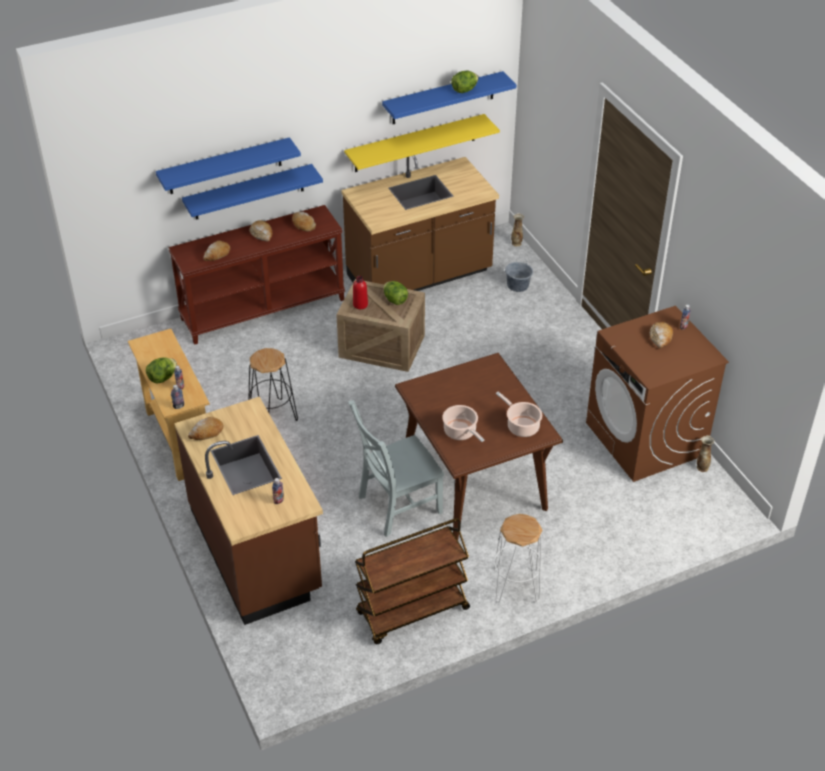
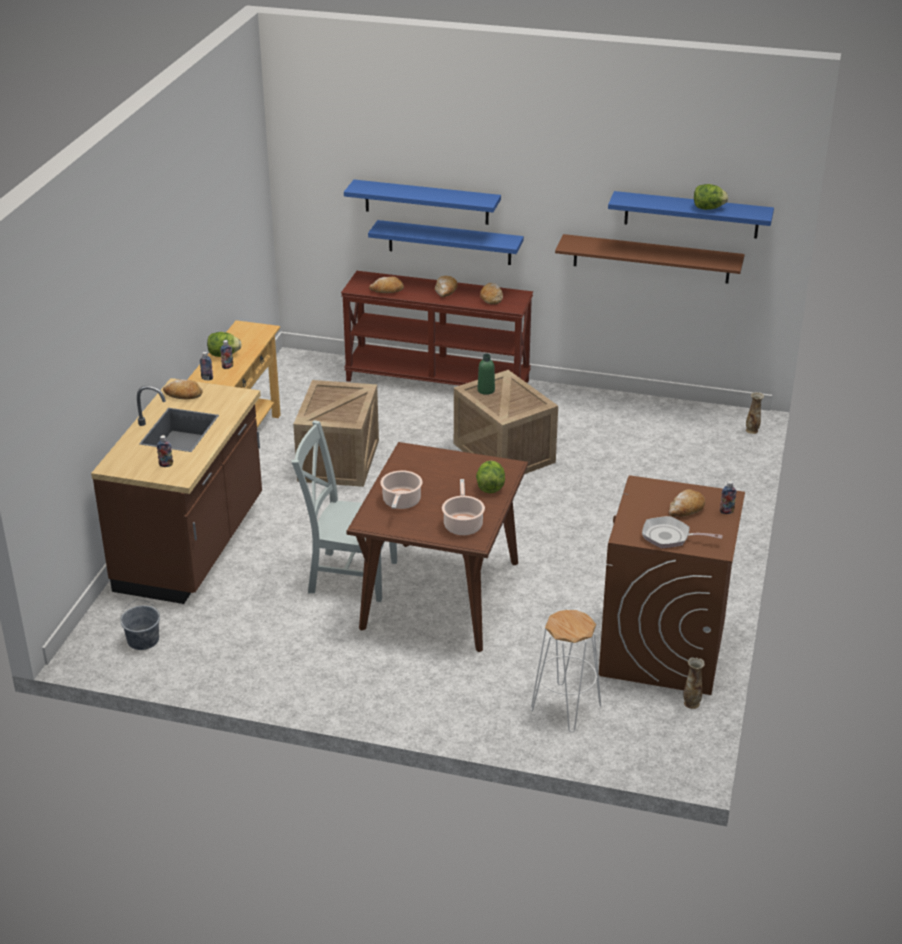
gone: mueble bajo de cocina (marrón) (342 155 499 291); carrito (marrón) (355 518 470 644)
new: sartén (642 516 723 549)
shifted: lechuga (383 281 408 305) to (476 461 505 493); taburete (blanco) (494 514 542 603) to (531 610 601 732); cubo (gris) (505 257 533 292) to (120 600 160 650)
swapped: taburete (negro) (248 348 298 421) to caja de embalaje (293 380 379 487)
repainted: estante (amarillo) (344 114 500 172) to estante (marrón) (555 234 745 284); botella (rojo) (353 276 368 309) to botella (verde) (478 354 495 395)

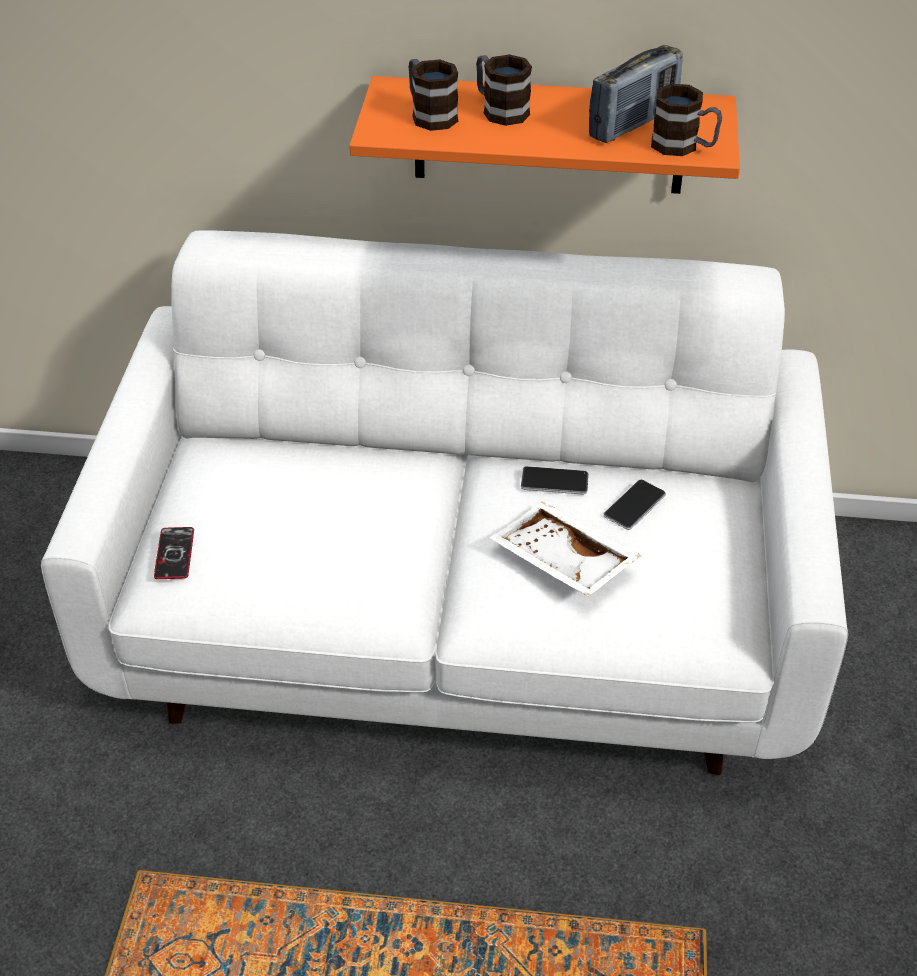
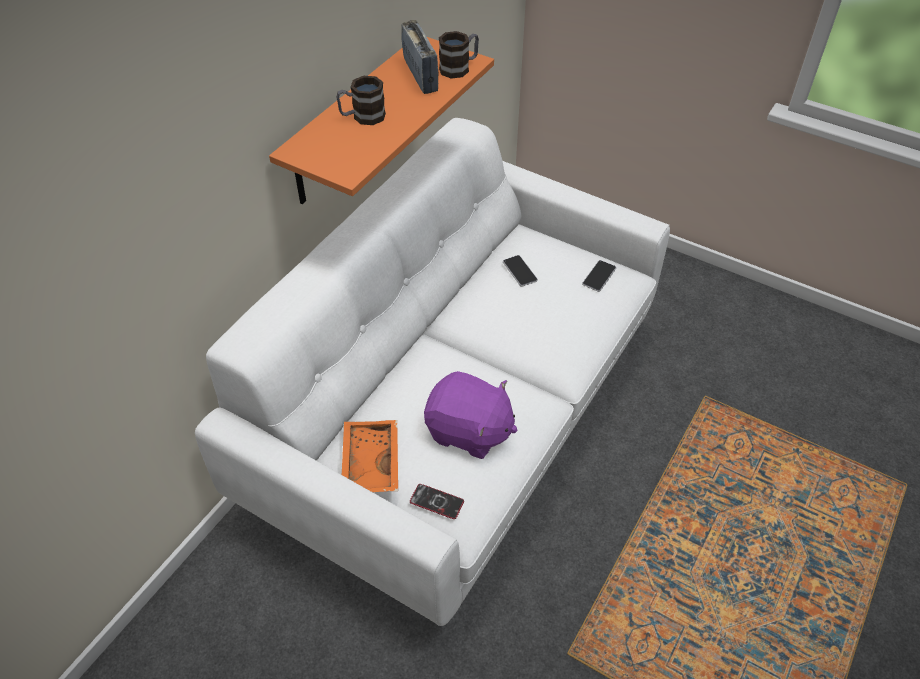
gone: taza grande (408 59 458 131); bandeja (blanco) (489 502 641 597)
new: bandeja (naranja) (342 420 398 492); peluche (morado) (424 371 518 459)
shifted: móvil (521 466 589 495) to (582 260 616 292)

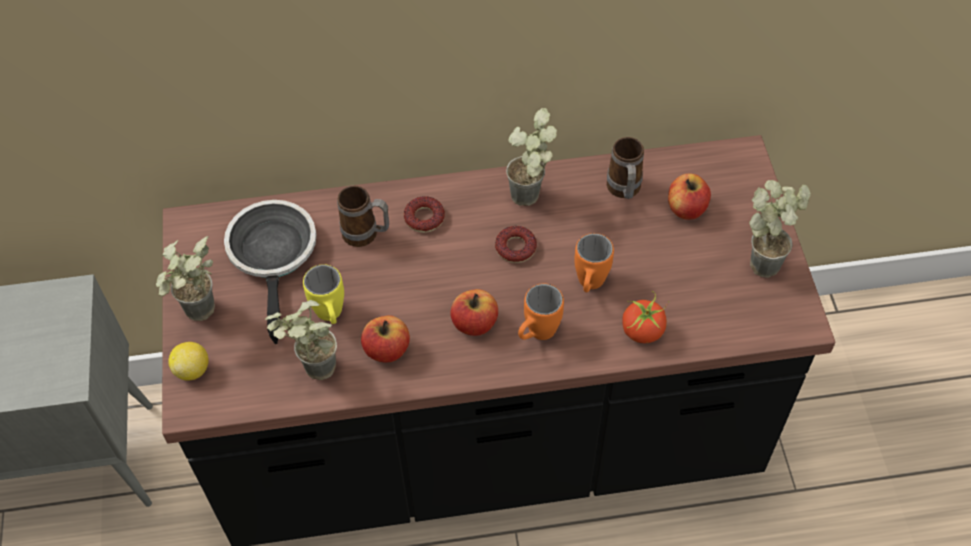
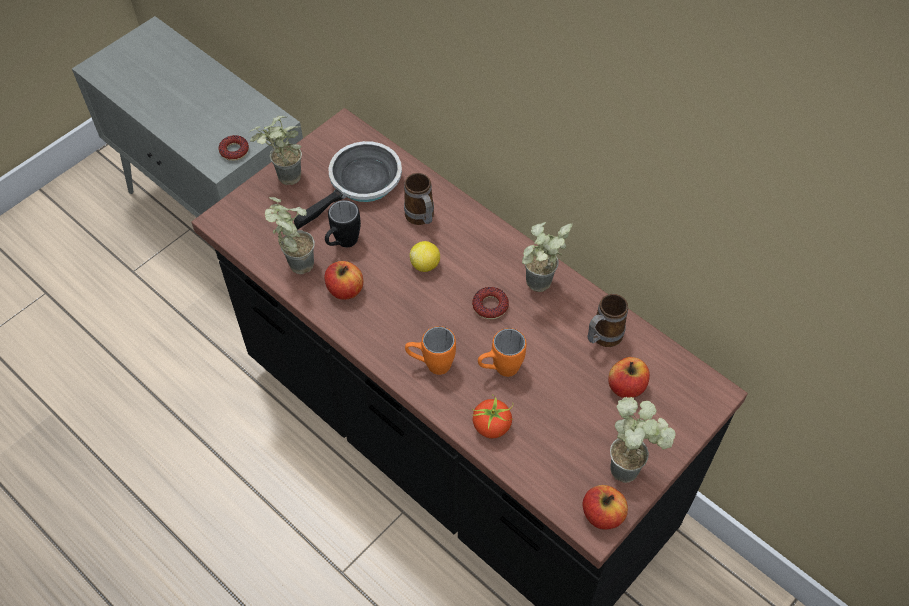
shifted: limón (168 342 209 381) to (409 241 440 272); rosquilla (404 196 445 233) to (219 135 249 161); manzana (450 289 498 336) to (582 485 628 530)
repainted: taza grande (amarillo) (303 264 344 324) to taza grande (negro) (325 200 361 248)

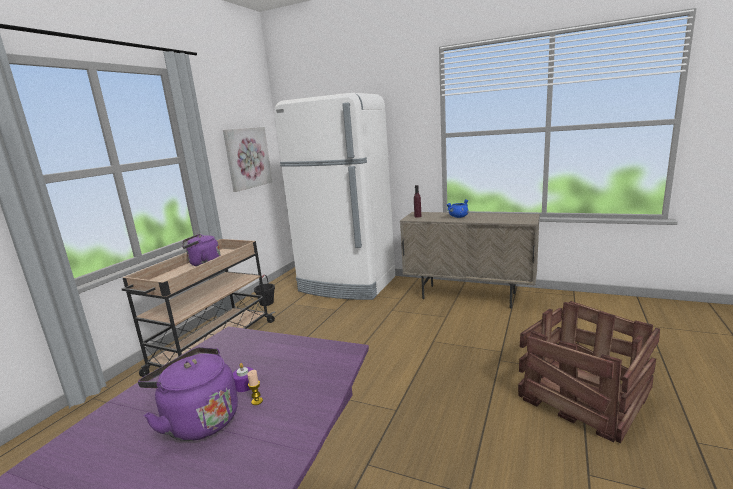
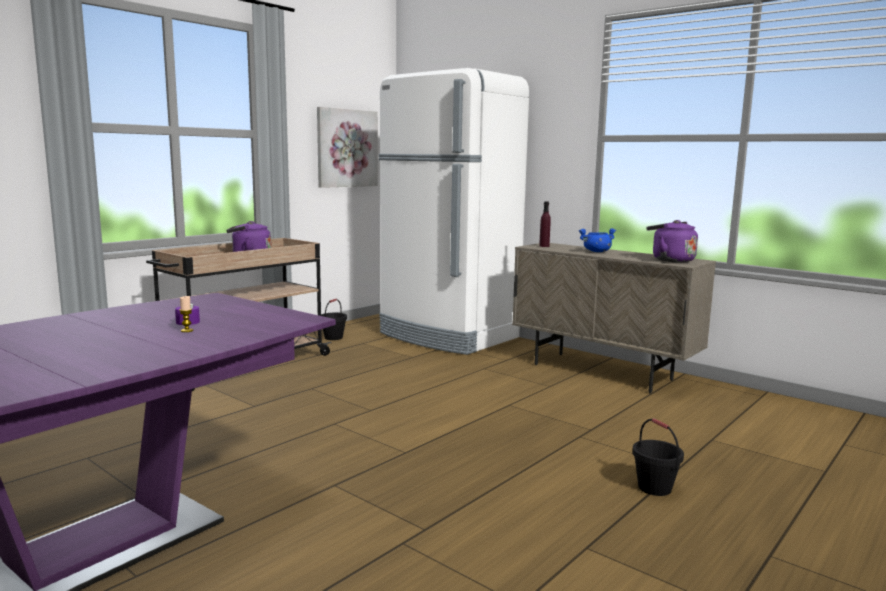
shifted: hervidor (morado) (138 347 238 441) to (646 220 698 262)
swapped: caja de embalaje (518 301 660 443) to cubo (negro) (632 418 684 496)

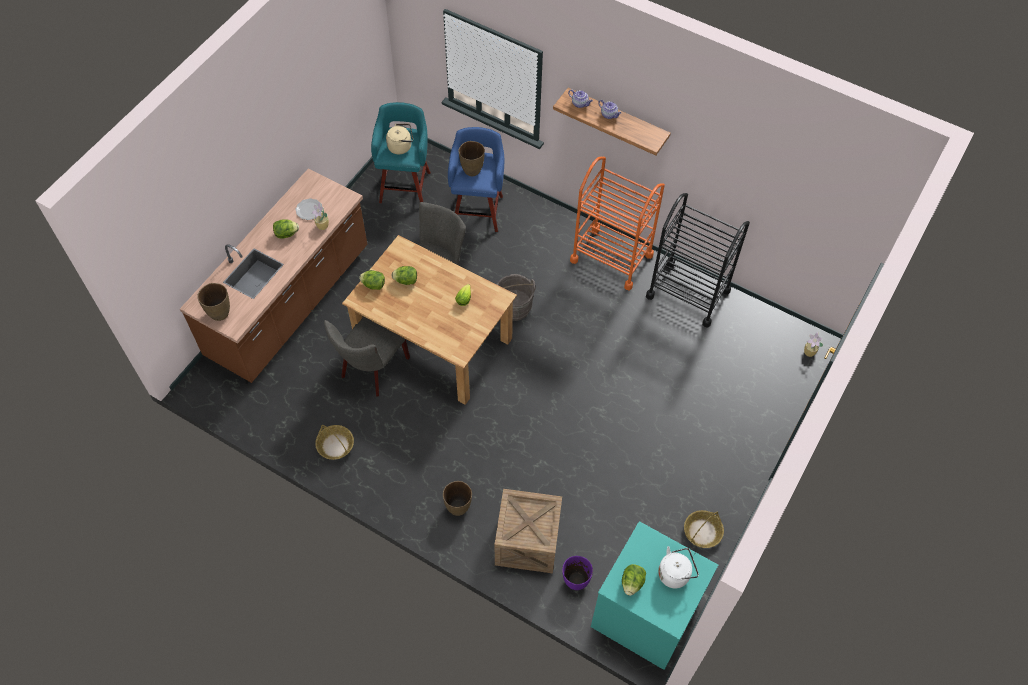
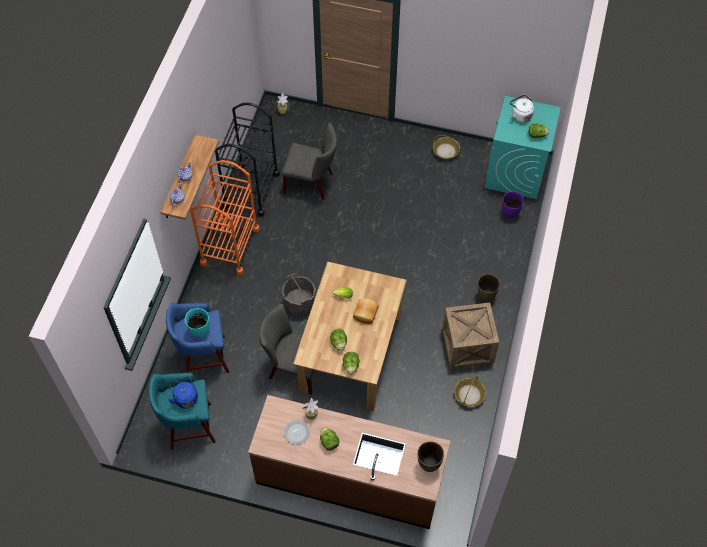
new: pan (353 298 379 324)
shifted: silla (gris) (324 316 410 397) to (282 122 337 200); caja de embalaje (495 489 562 573) to (442 302 499 368)
repainted: hervidor (beis) (386 124 413 155) to hervidor (azul) (168 376 198 409); florero (marrón) (459 141 485 176) to florero (turquesa) (185 308 210 338)

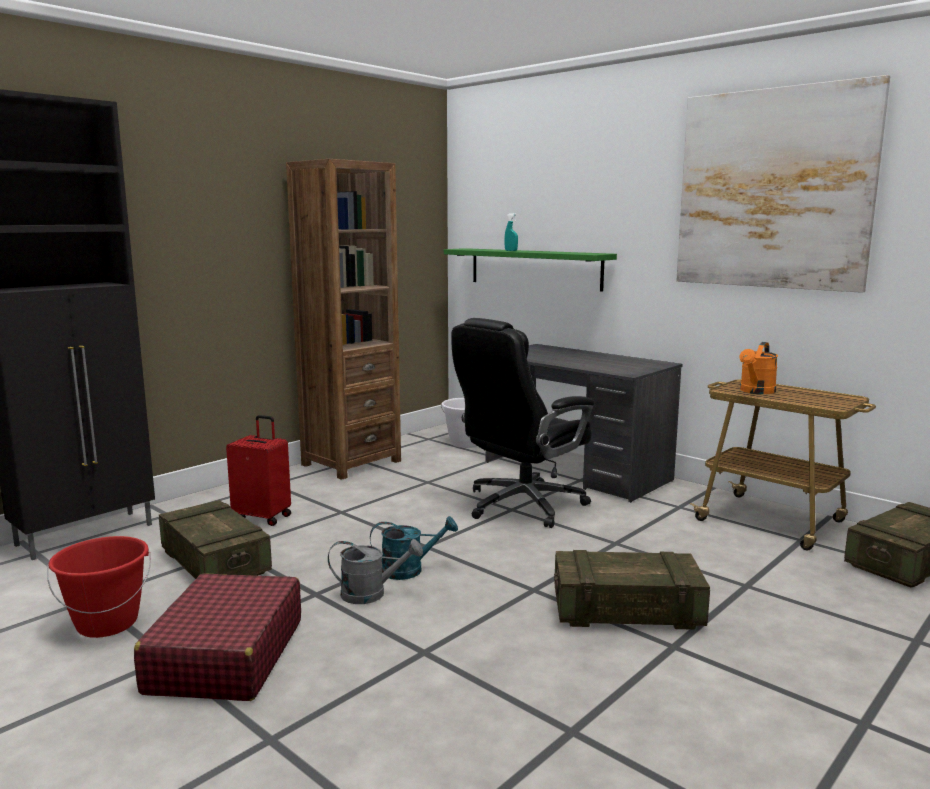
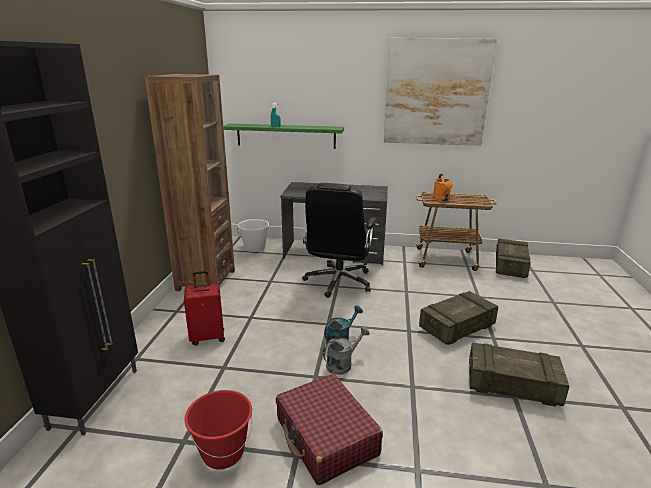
shifted: caja de embalaje (159 500 272 579) to (469 342 569 407)

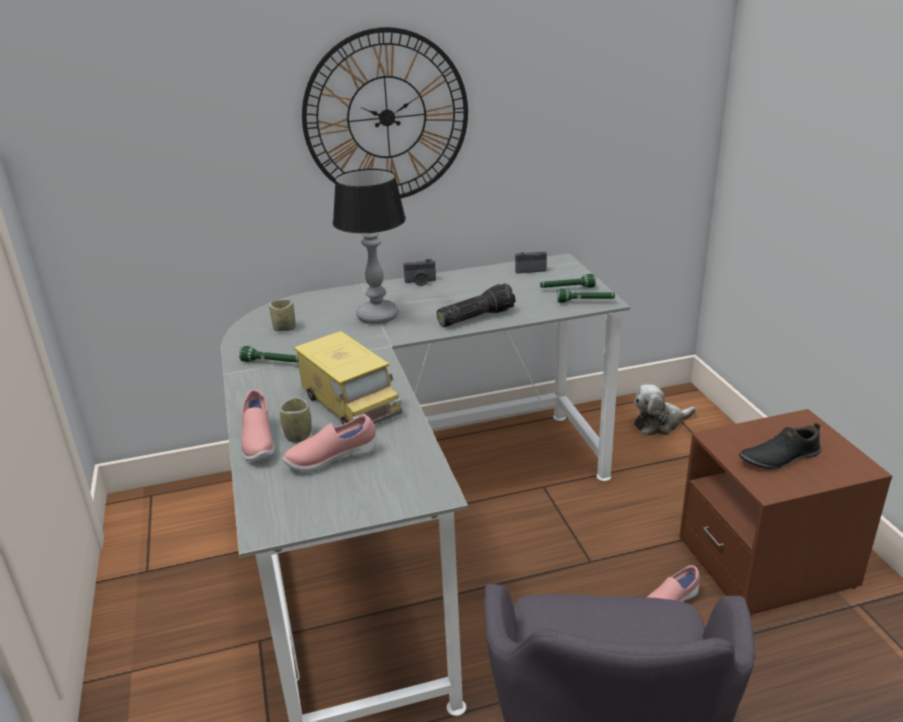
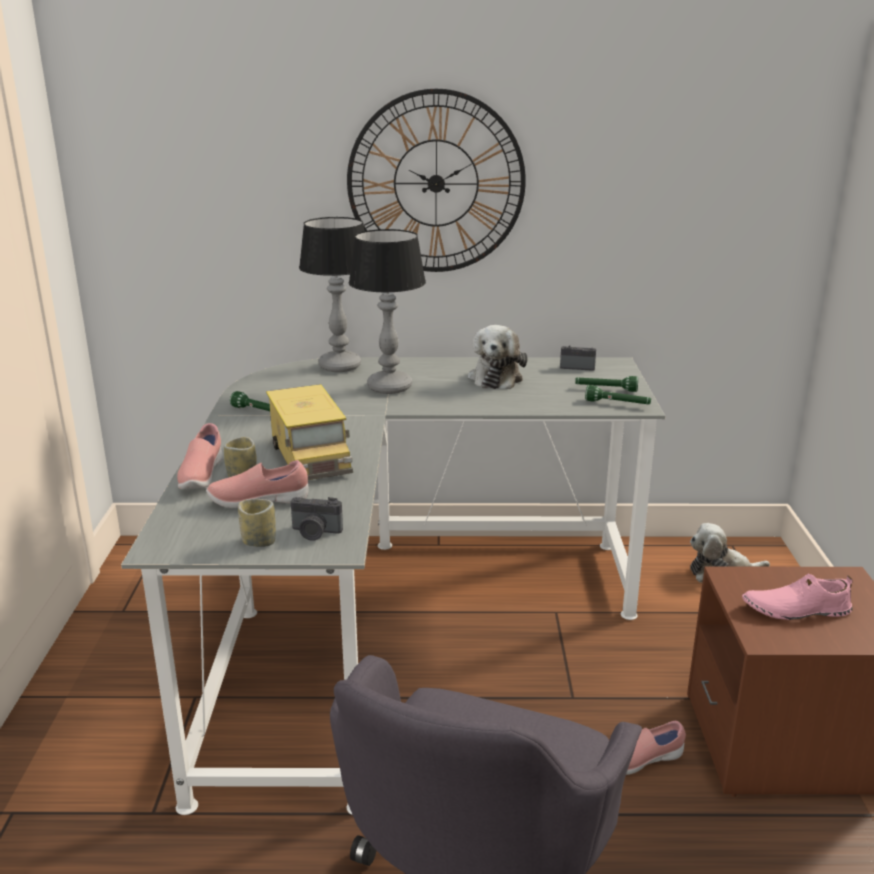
gone: linterna (437 283 515 327)
new: lámpara de mesa (299 217 365 372); peluche (468 325 528 389)
shifted: taza (269 300 296 331) to (238 499 276 547); cámara (403 259 436 286) to (291 497 343 541)
repainted: zapato (negro) (739 422 821 469) to zapato (rosa) (742 574 853 620)

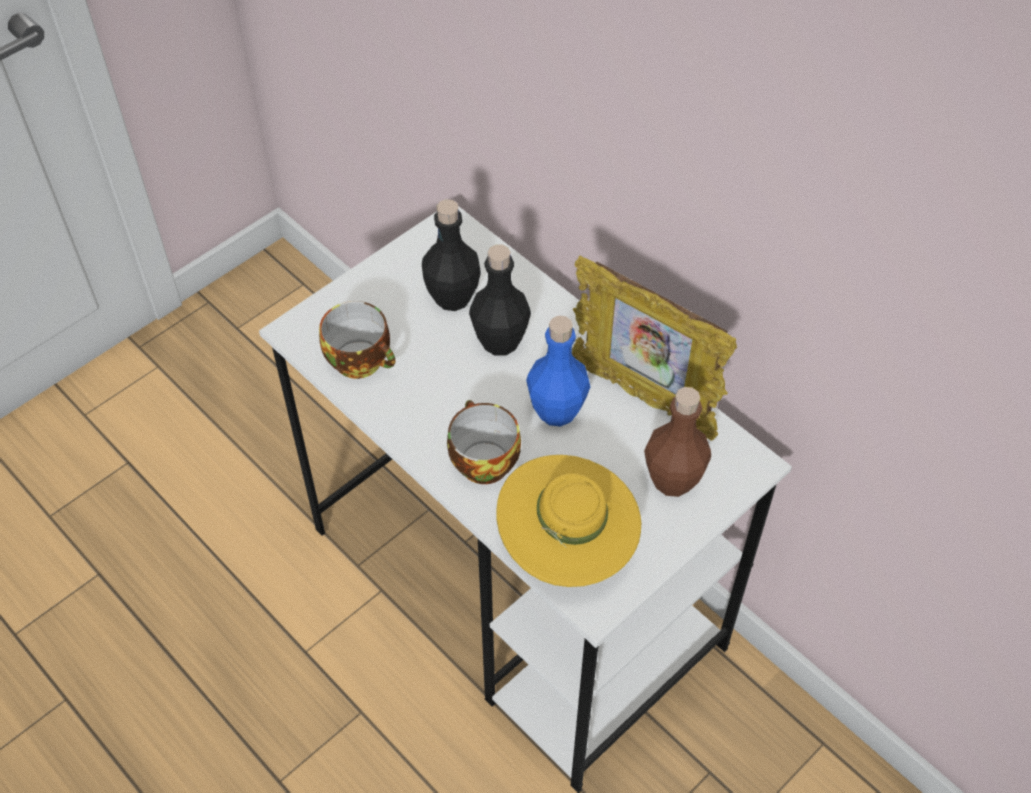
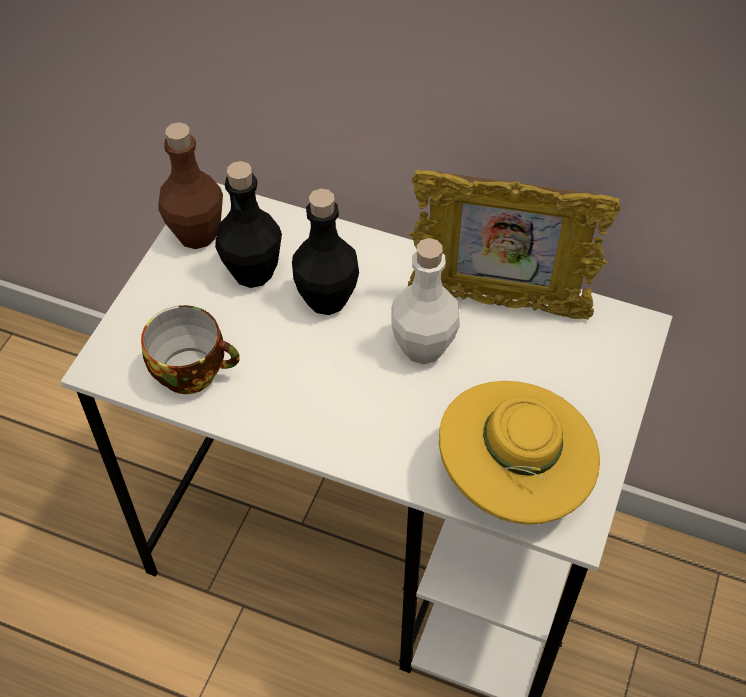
gone: taza (447 400 521 484)
shifted: botella (marrón) (644 387 711 497) to (159 122 223 249)
repainted: botella (azul) (526 316 590 427) to botella (blanco) (391 238 460 364)

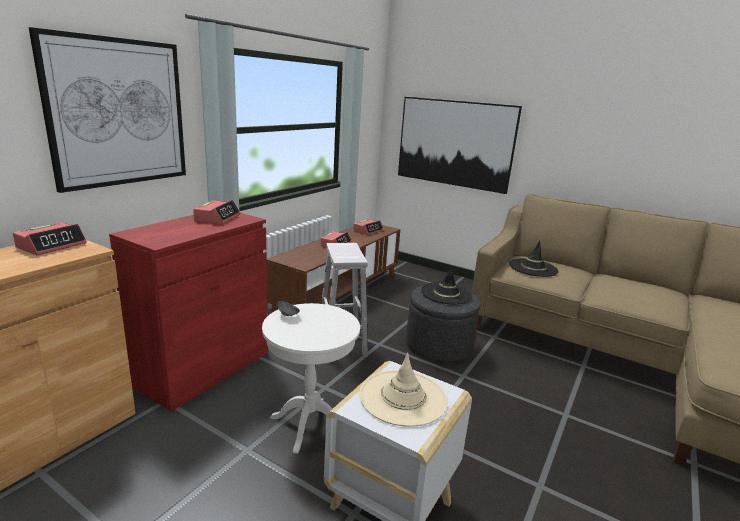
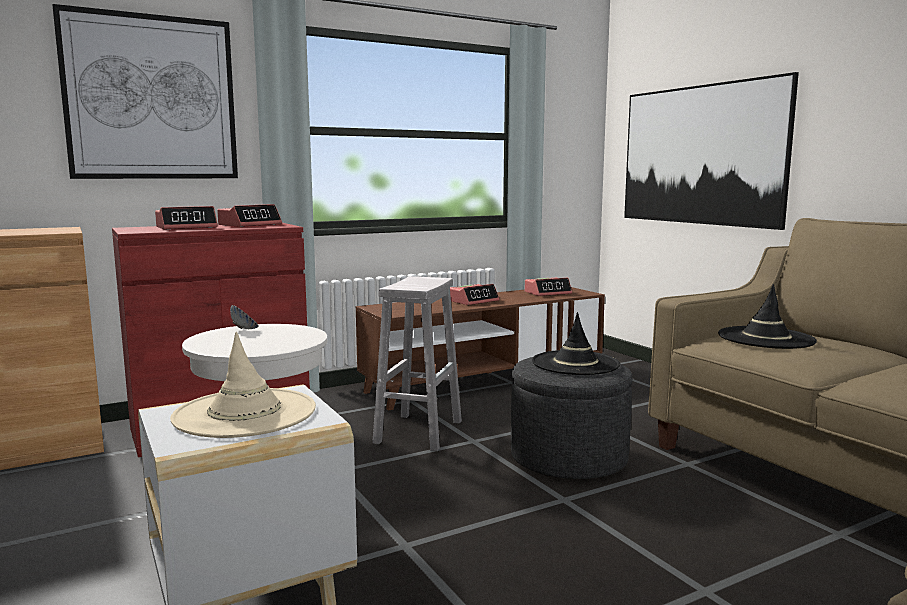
shifted: despertador (13 222 87 255) to (155 206 218 230)

